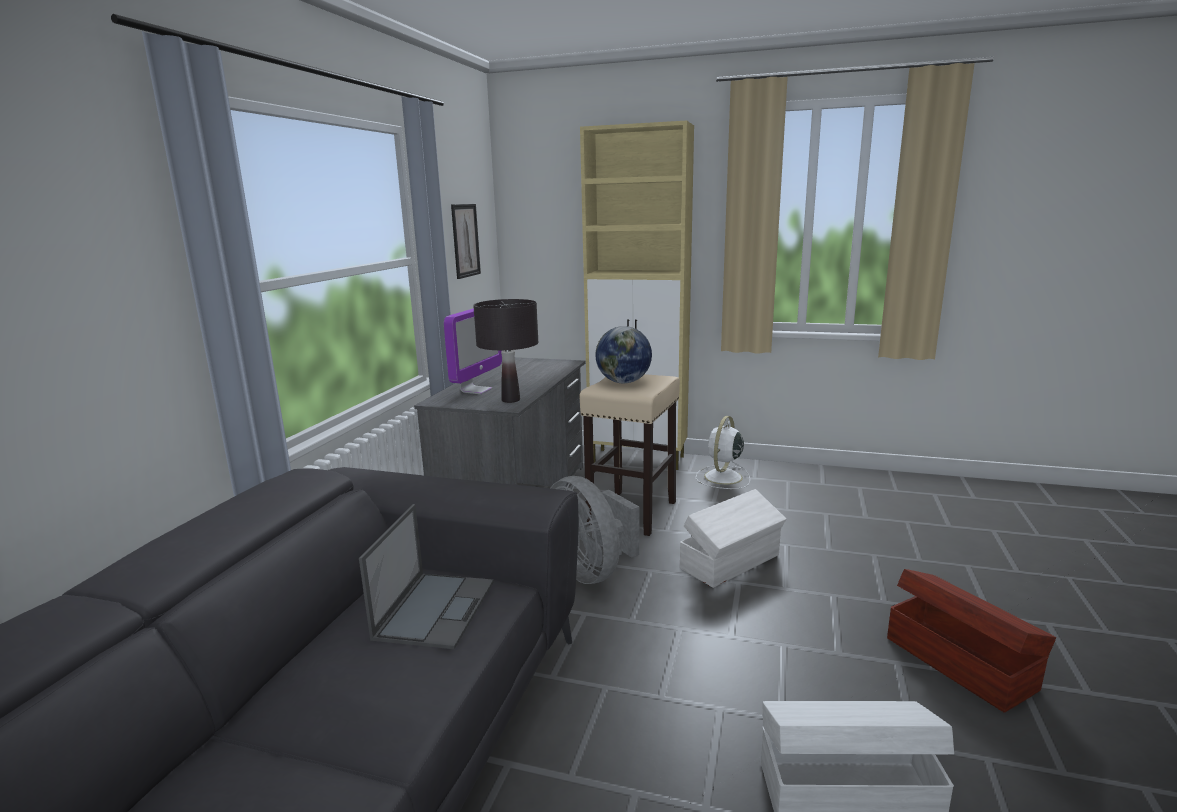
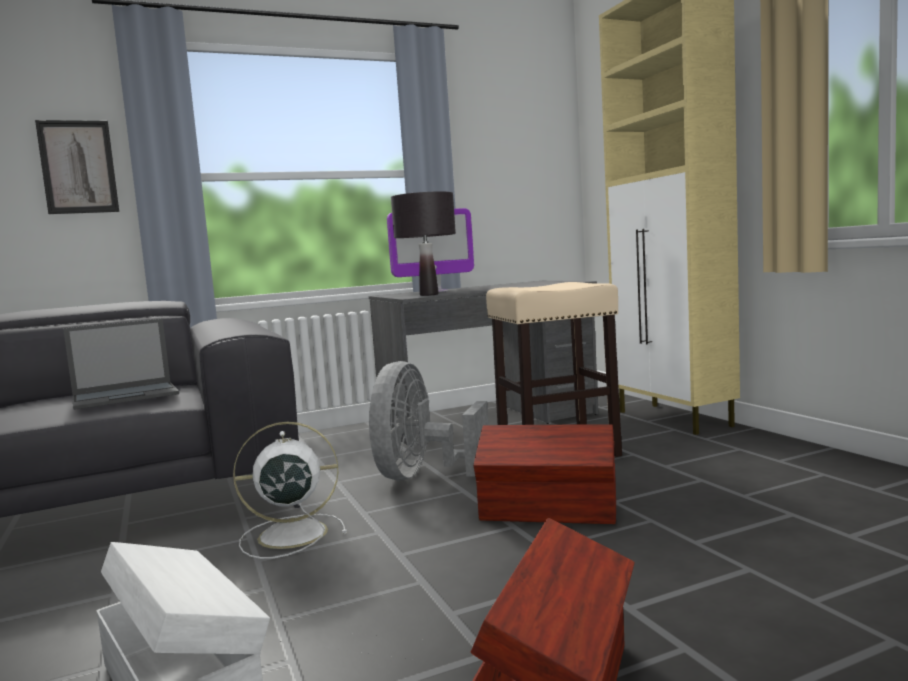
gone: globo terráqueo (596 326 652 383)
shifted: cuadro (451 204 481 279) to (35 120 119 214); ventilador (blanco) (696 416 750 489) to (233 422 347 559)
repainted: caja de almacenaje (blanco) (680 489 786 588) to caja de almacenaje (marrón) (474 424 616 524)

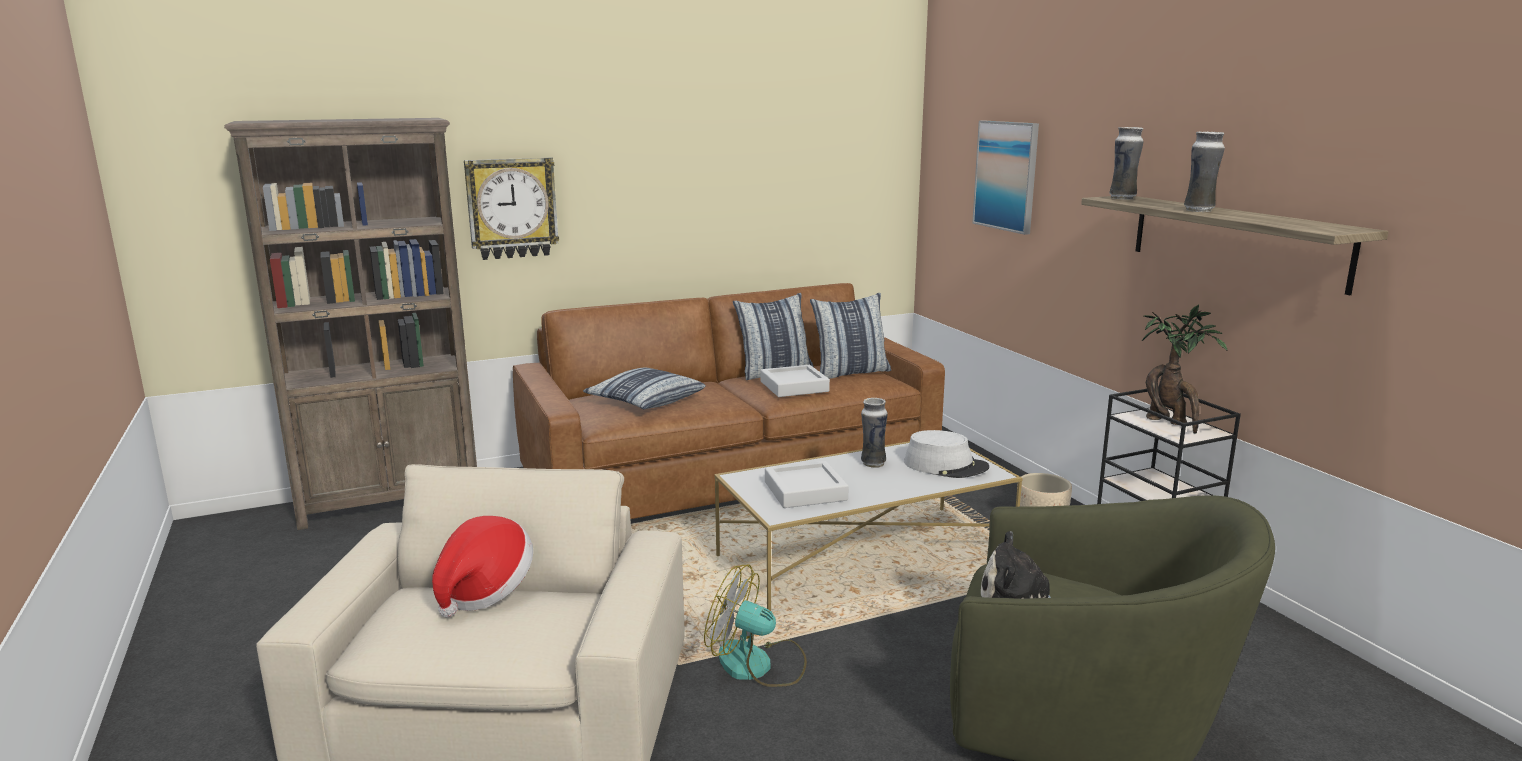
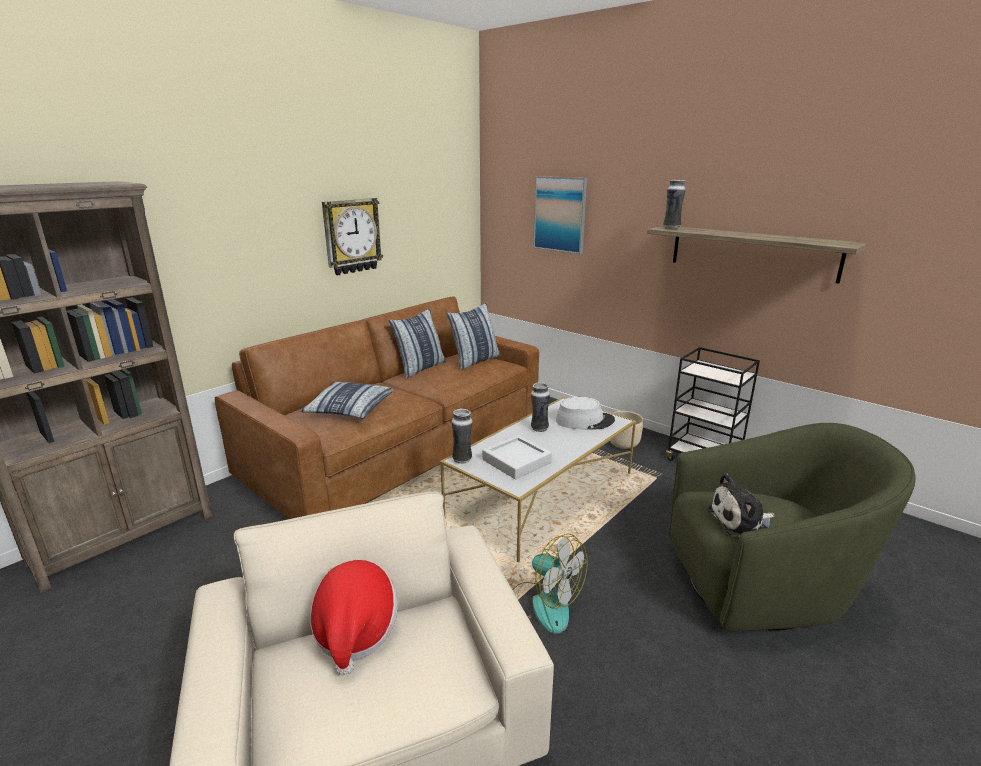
gone: bandeja (gris) (761 365 830 397); planta en maceta (1142 305 1227 434)
shifted: reloj de pared (464 158 559 260) to (322 198 383 275); florero (1184 132 1225 212) to (452 409 473 464)
rotated: ventilador (704 565 807 687) = (512 534 588 634) 135 degrees counterclockwise

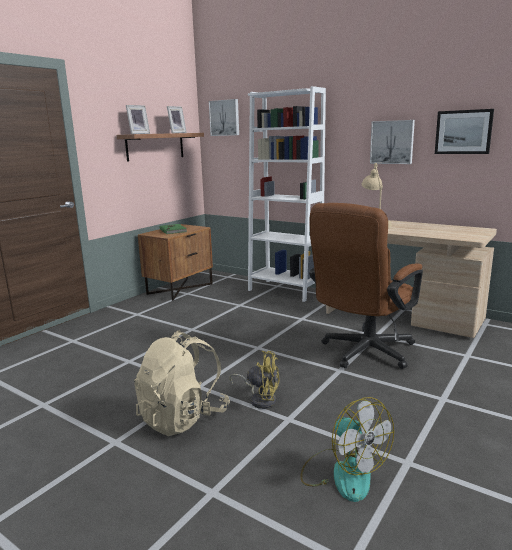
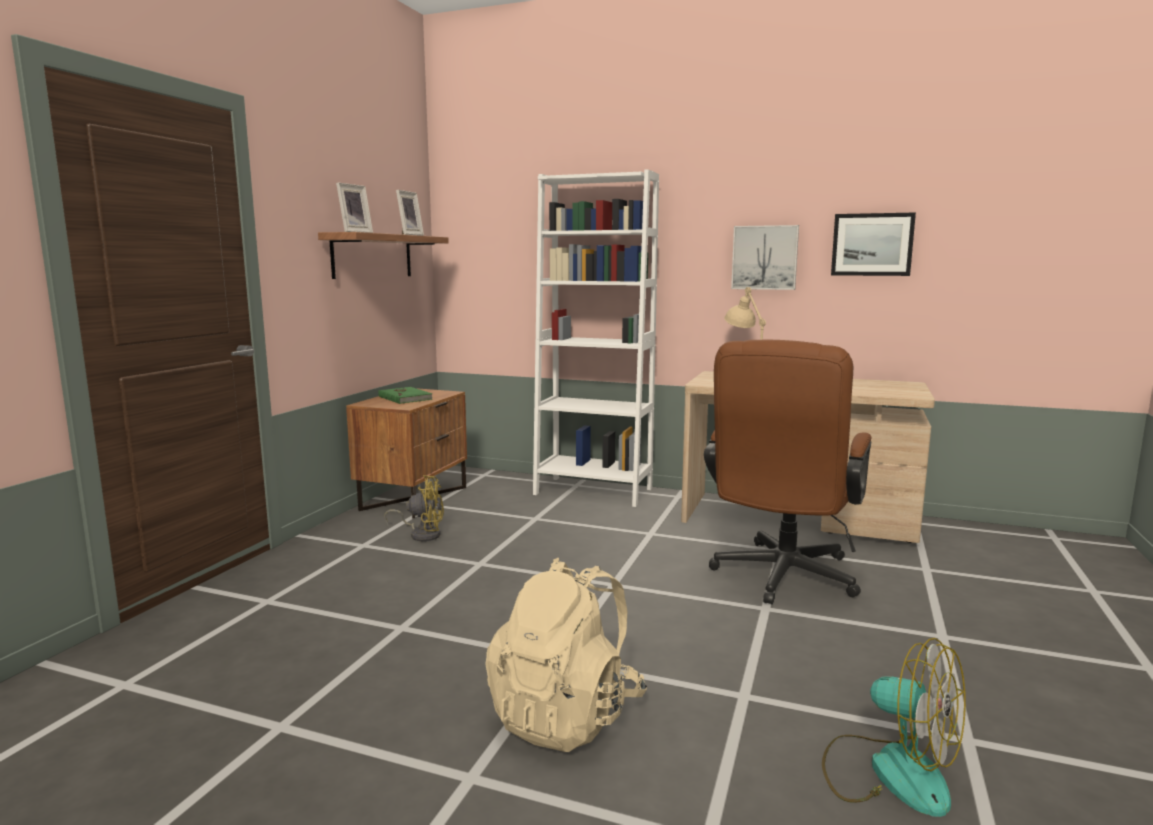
gone: cuadro (209 99 239 136)
shifted: ventilador (amarillo) (229 351 280 409) to (384 475 444 541)

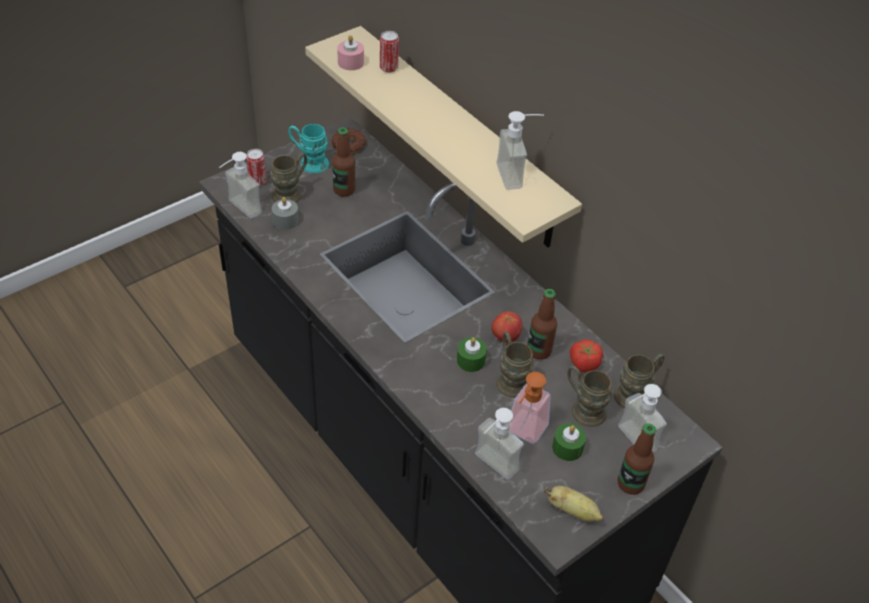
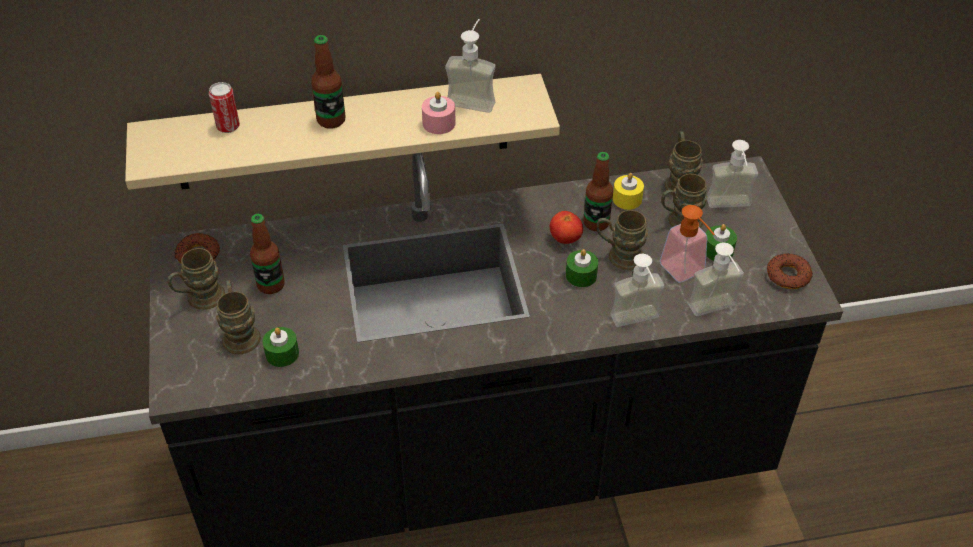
gone: lata (246 149 267 186)
shifted: dispensador de jabón (219 152 262 218) to (611 254 664 327); vela (rosa) (337 35 364 70) to (422 92 456 134); botella (617 424 656 495) to (311 35 346 129)
swapped: plátano (544 486 603 522) to rosquilla (767 253 813 289); tomate (570 340 603 372) to vela (amarillo) (613 173 644 210)
repainted: vela (gris) (272 197 299 230) to vela (verde) (263 327 299 367); taza grande (turquesa) (288 124 329 173) to taza grande (marrón) (167 248 225 310)

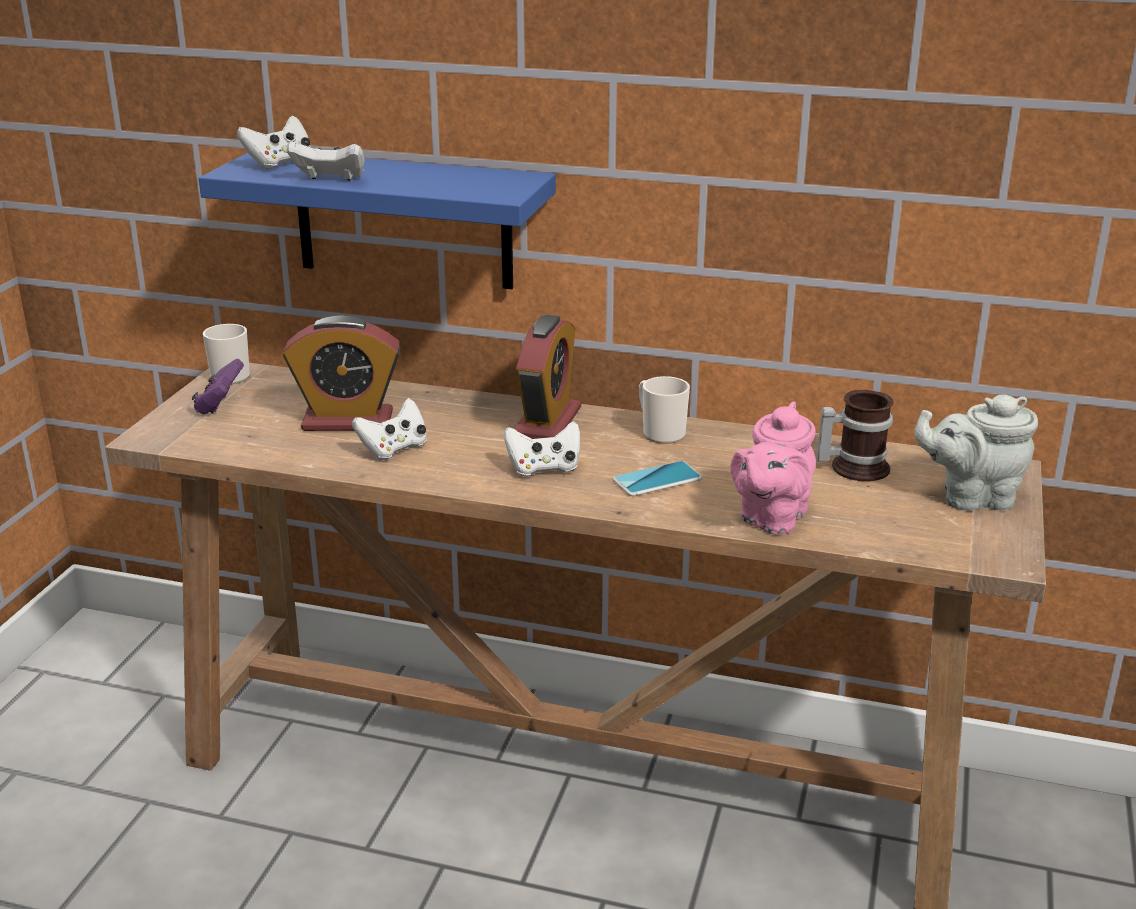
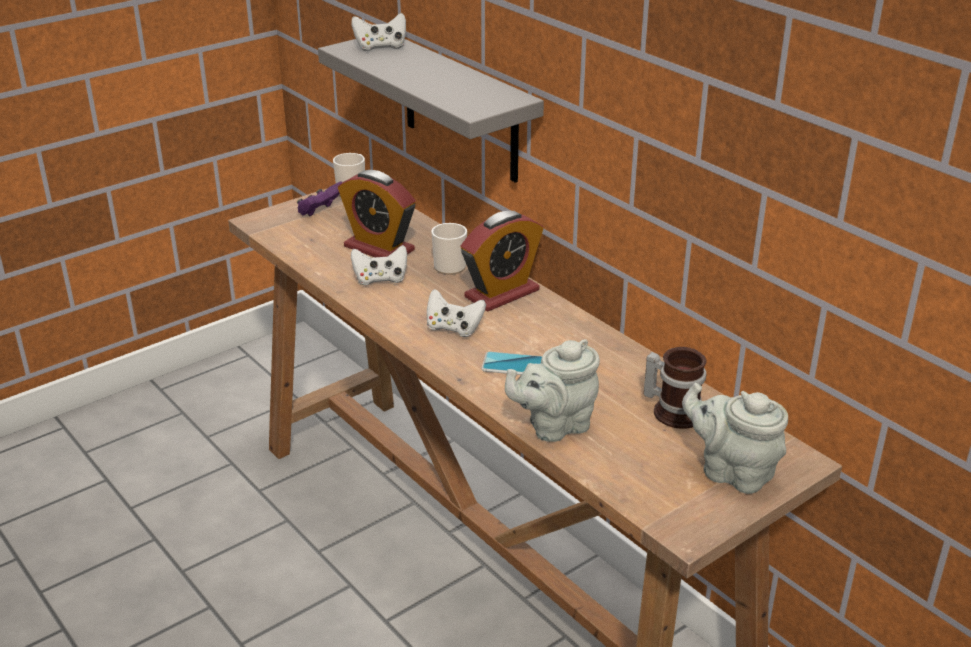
gone: mando de consola (blanco) (287 141 365 181)
shifted: taza grande (639 376 690 444) to (431 223 467 275)
repainted: estante (azul) (199 153 556 289) to estante (gris) (318 39 544 183); tetera (rosa) (730 401 816 535) to tetera (gris) (505 339 600 442)

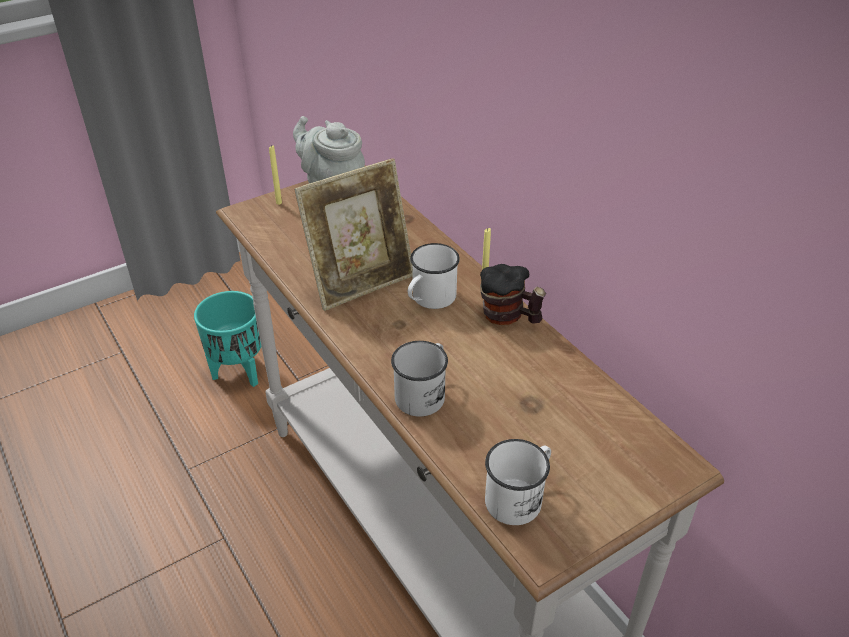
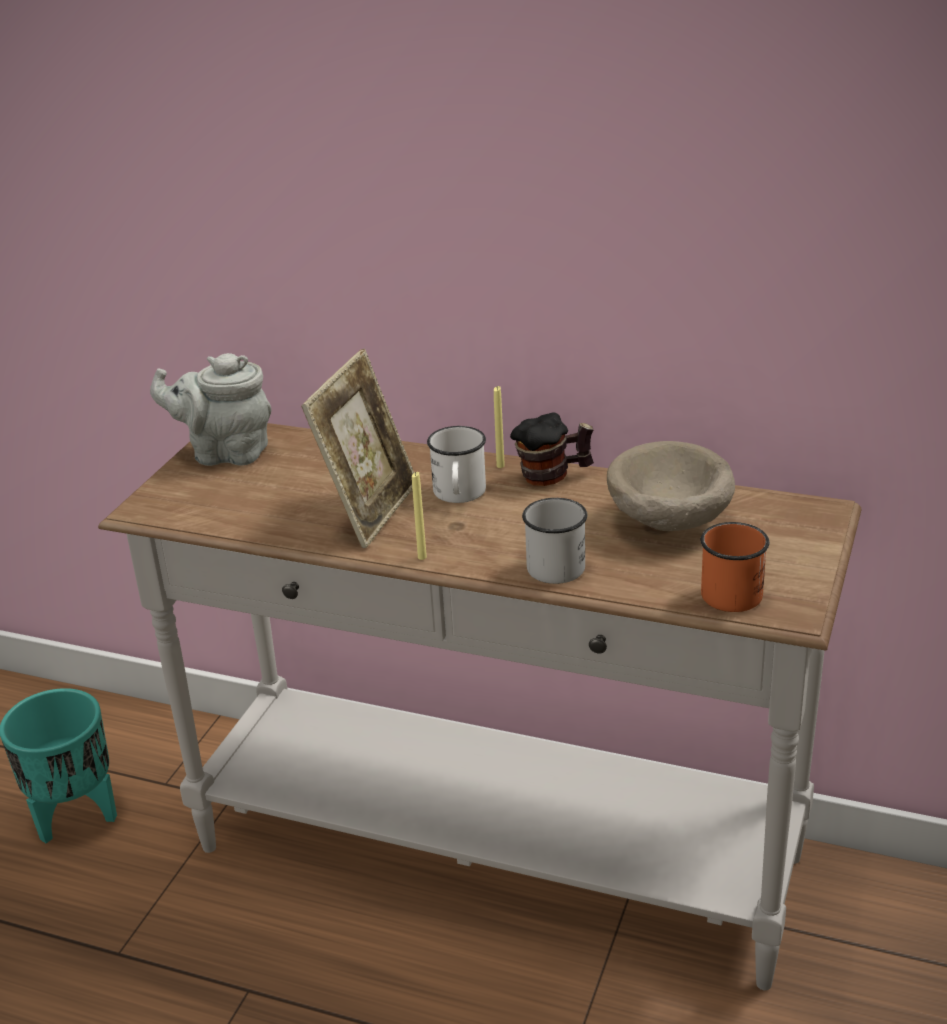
new: cuenco (beis) (607 441 735 531)
shifted: vela (amarillo) (269 146 282 205) to (412 472 427 560)
repainted: taza grande (blanco) (485 439 551 525) to taza grande (naranja) (701 522 769 612)

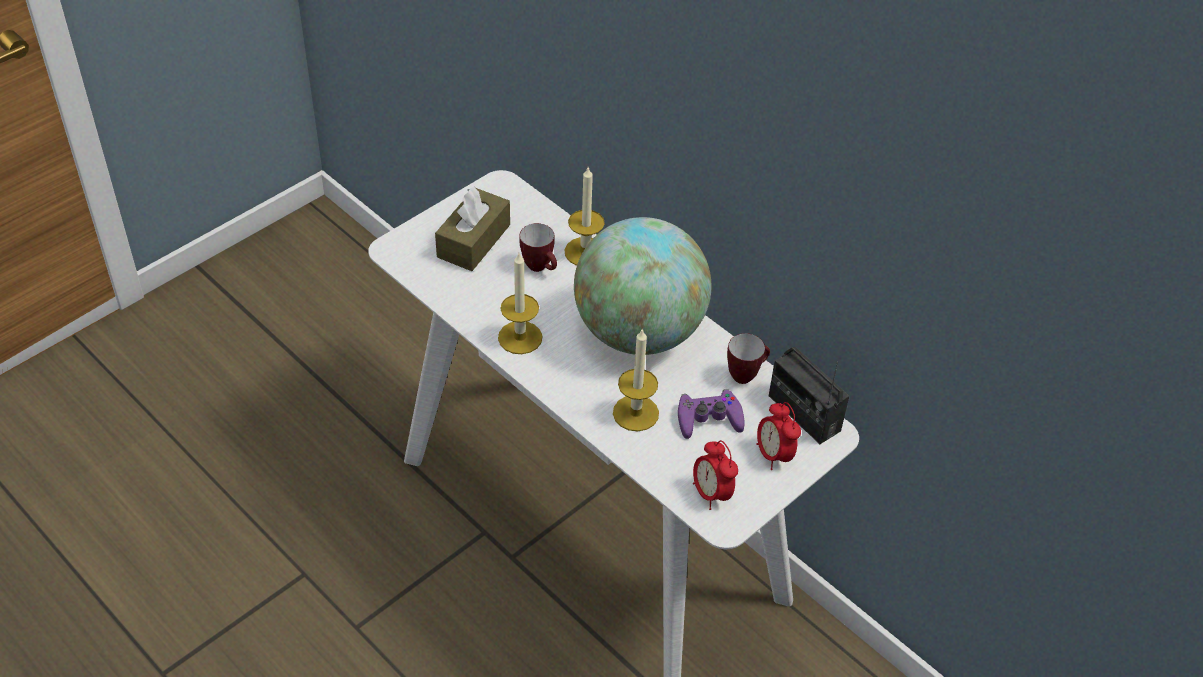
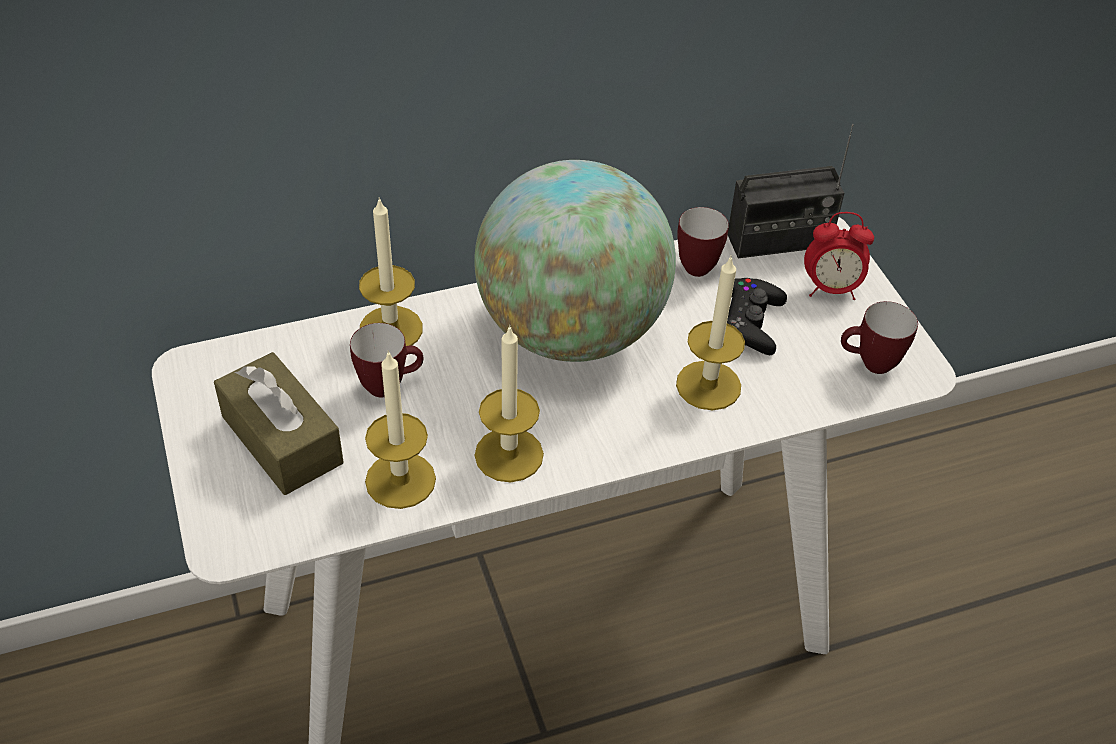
new: vela (365 350 436 509)
swapped: despertador (693 440 738 510) to taza grande (841 301 918 374)
repainted: mando de consola (morado) (678 389 745 439) to mando de consola (negro) (727 278 787 355)

